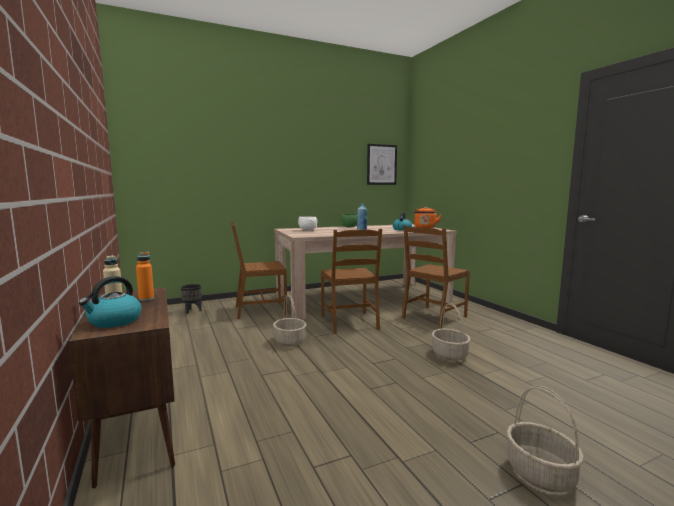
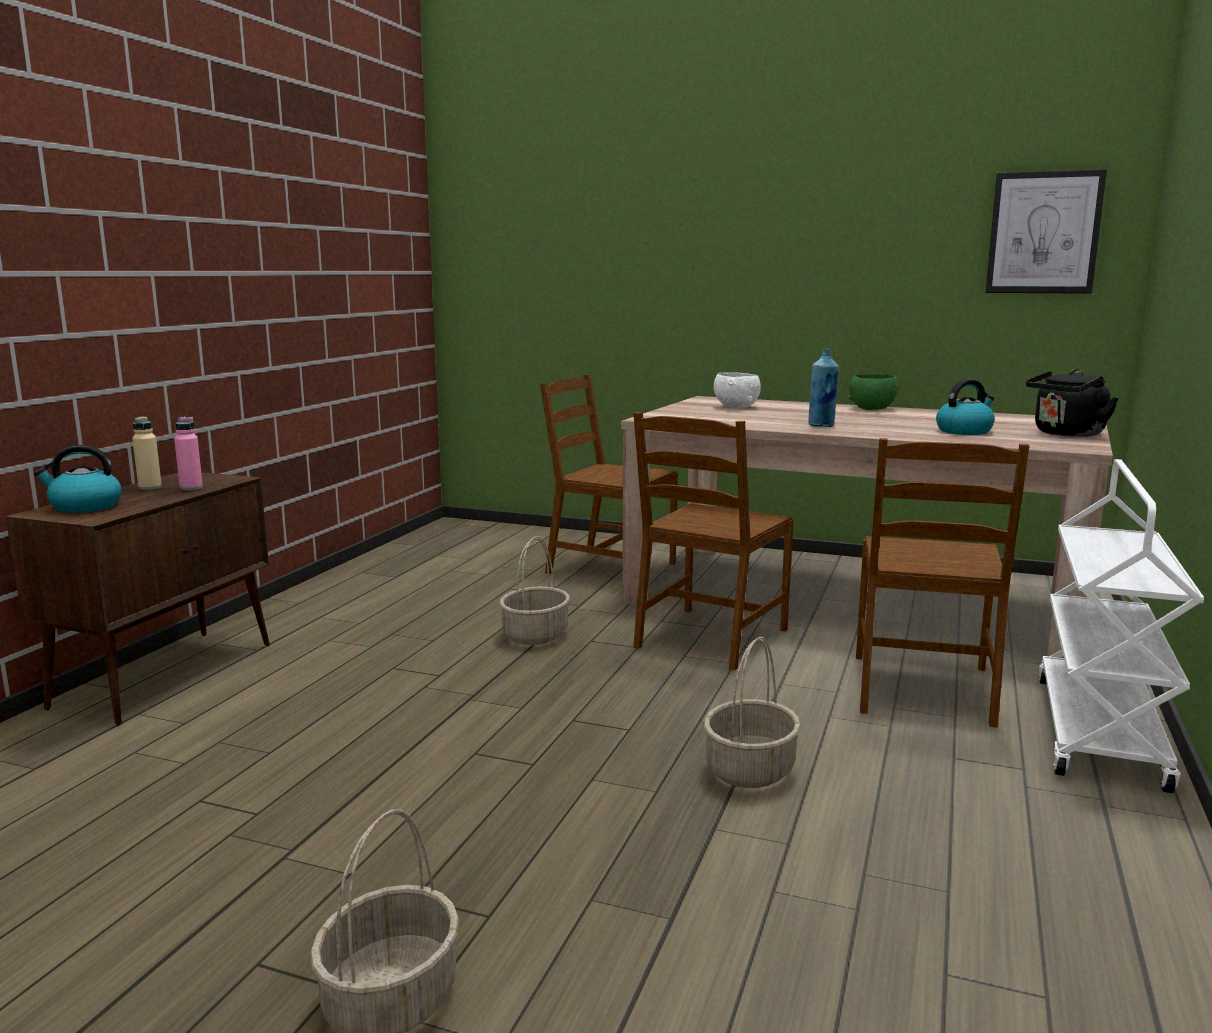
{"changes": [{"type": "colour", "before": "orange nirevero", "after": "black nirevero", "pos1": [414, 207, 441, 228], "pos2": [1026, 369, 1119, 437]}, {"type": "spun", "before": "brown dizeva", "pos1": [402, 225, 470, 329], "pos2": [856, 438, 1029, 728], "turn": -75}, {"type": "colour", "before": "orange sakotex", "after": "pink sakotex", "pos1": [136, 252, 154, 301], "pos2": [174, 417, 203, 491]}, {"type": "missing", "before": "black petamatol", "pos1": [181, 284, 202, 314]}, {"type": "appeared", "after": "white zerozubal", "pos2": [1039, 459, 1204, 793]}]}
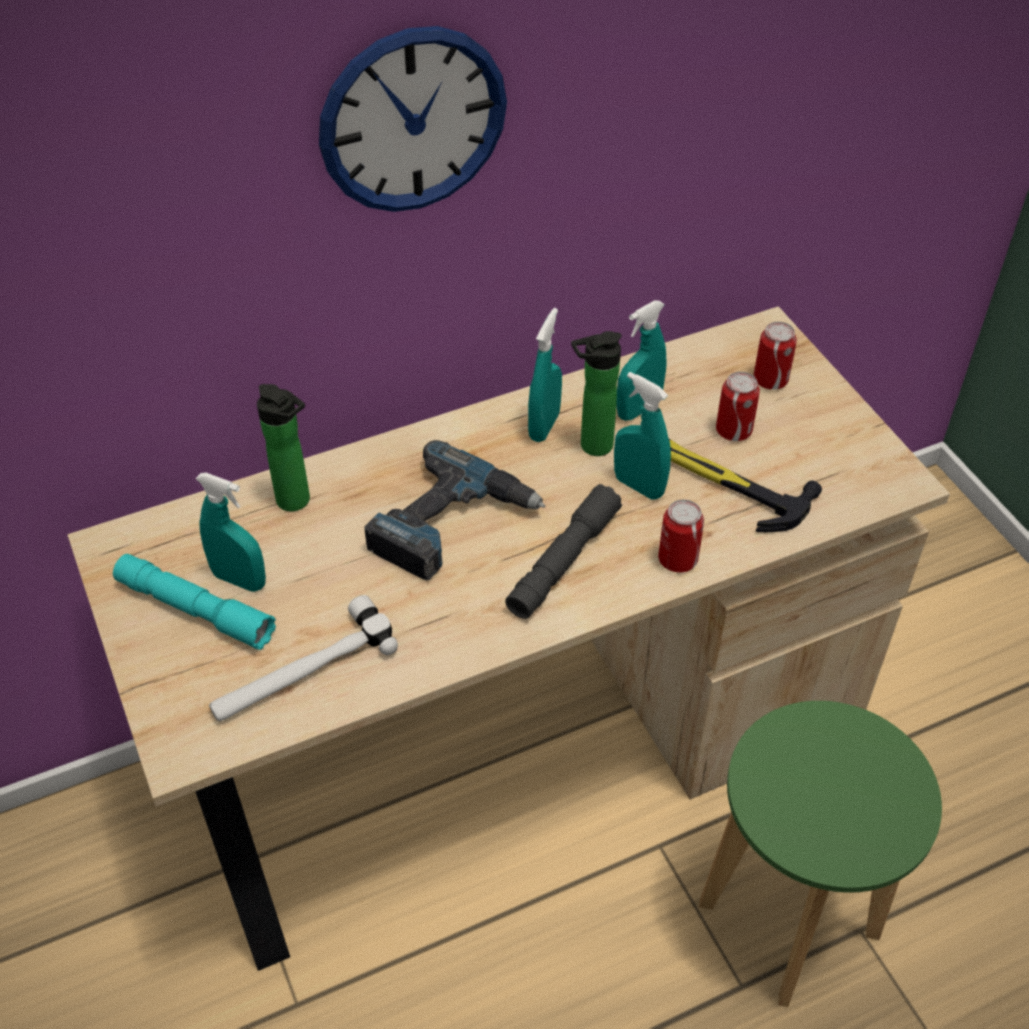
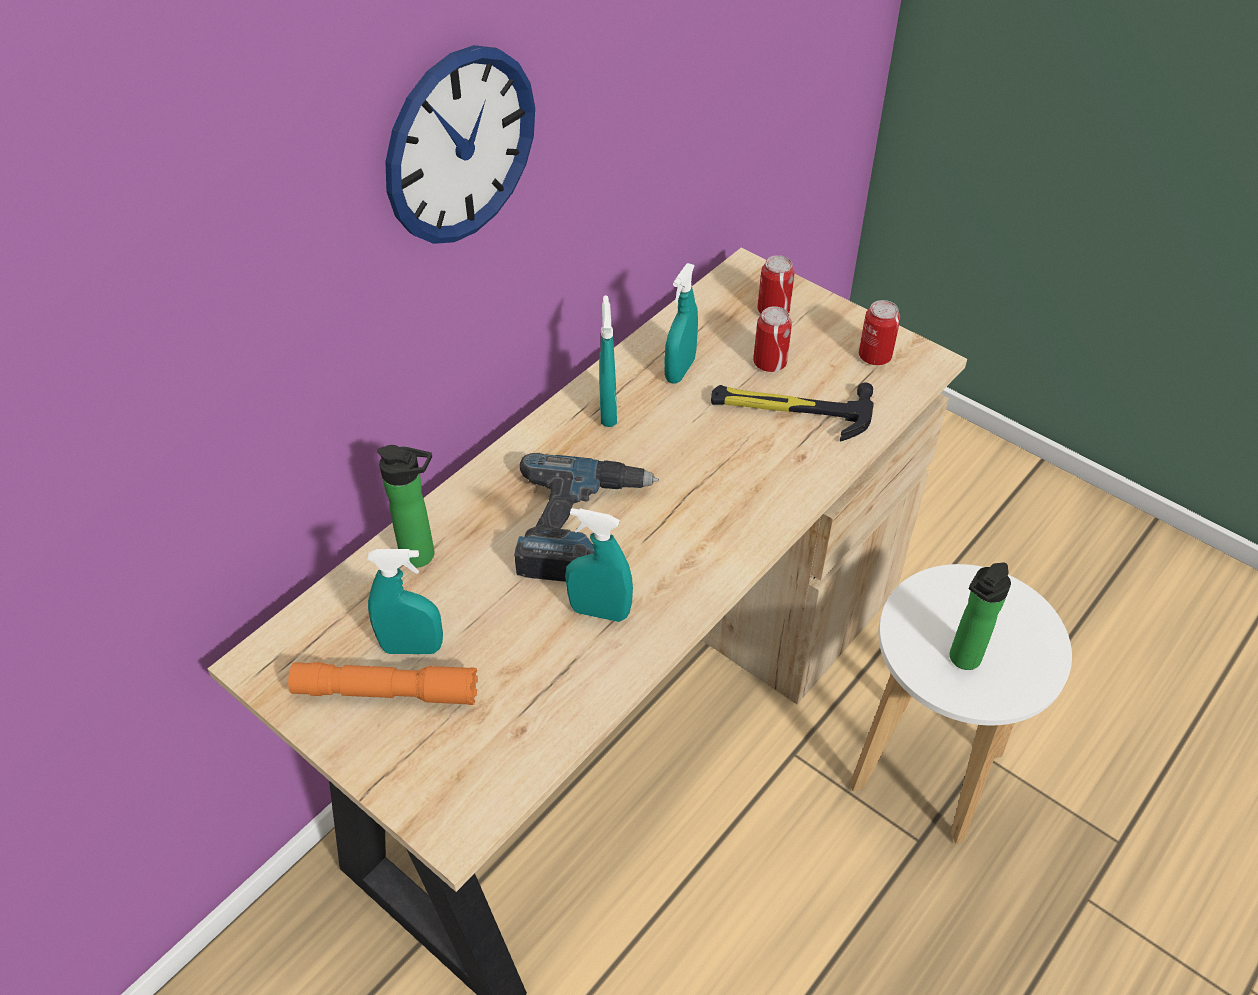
{"changes": [{"type": "relocated", "before": "sakotex", "pos1": [571, 331, 622, 456], "pos2": [950, 562, 1011, 670]}, {"type": "relocated", "before": "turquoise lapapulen", "pos1": [614, 372, 671, 499], "pos2": [565, 508, 633, 622]}, {"type": "missing", "before": "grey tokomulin", "pos1": [505, 484, 622, 619]}, {"type": "relocated", "before": "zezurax", "pos1": [658, 499, 704, 572], "pos2": [858, 300, 900, 365]}, {"type": "colour", "before": "turquoise tokomulin", "after": "orange tokomulin", "pos1": [113, 554, 276, 650], "pos2": [288, 662, 478, 705]}, {"type": "missing", "before": "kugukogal", "pos1": [209, 595, 398, 721]}, {"type": "colour", "before": "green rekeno", "after": "white rekeno", "pos1": [699, 701, 942, 1007], "pos2": [850, 564, 1072, 844]}]}
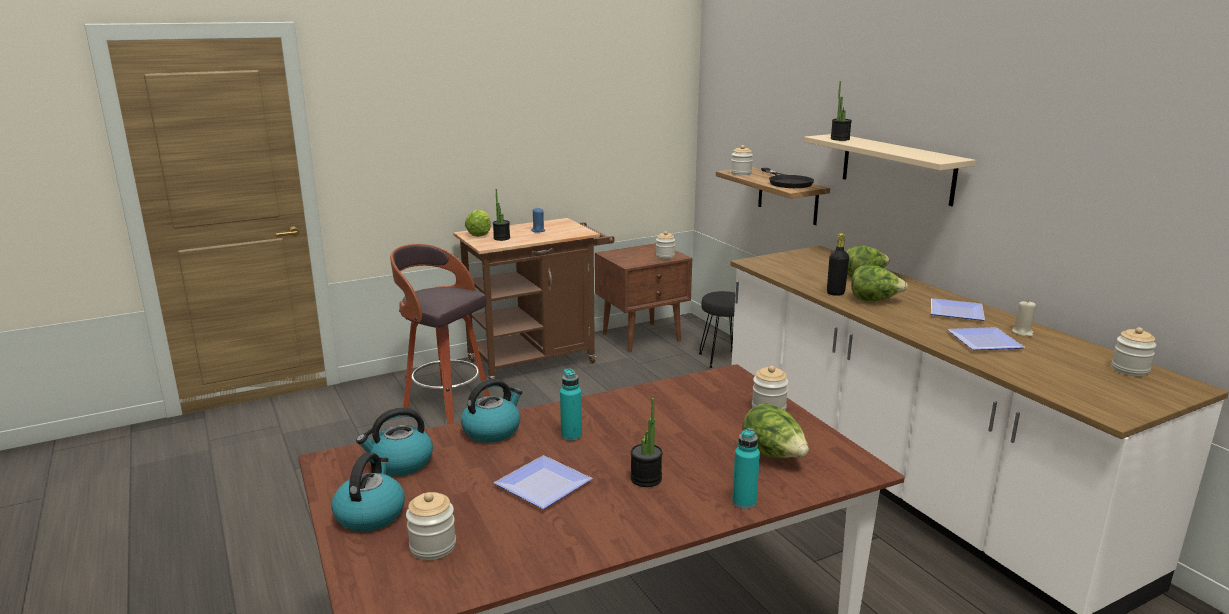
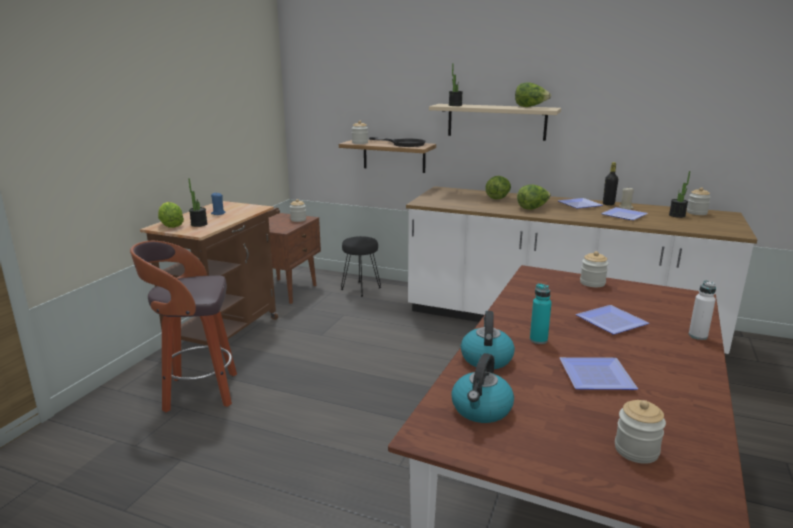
{"changes": [{"type": "relocated", "before": "black sakotex", "pos1": [827, 233, 849, 296], "pos2": [603, 162, 618, 206]}, {"type": "relocated", "before": "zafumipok", "pos1": [630, 398, 663, 487], "pos2": [669, 171, 690, 218]}, {"type": "relocated", "before": "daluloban", "pos1": [742, 403, 809, 459], "pos2": [515, 82, 551, 107]}, {"type": "colour", "before": "turquoise sakotex", "after": "white sakotex", "pos1": [732, 428, 760, 509], "pos2": [689, 281, 716, 340]}, {"type": "missing", "before": "nirevero", "pos1": [332, 452, 405, 531]}, {"type": "appeared", "after": "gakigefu", "pos2": [576, 305, 649, 334]}]}
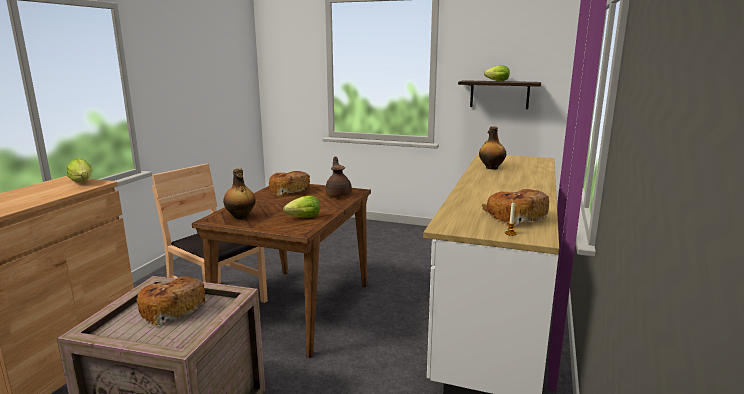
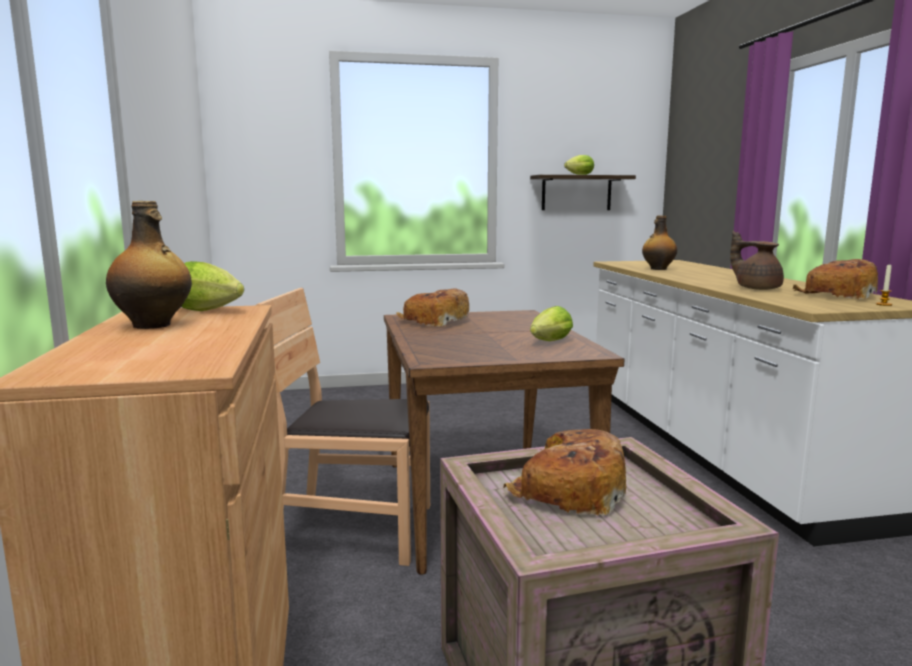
{"changes": [{"type": "relocated", "before": "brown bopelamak", "pos1": [326, 156, 352, 197], "pos2": [730, 231, 784, 290]}, {"type": "relocated", "before": "sakotex", "pos1": [223, 168, 256, 220], "pos2": [106, 201, 192, 329]}]}
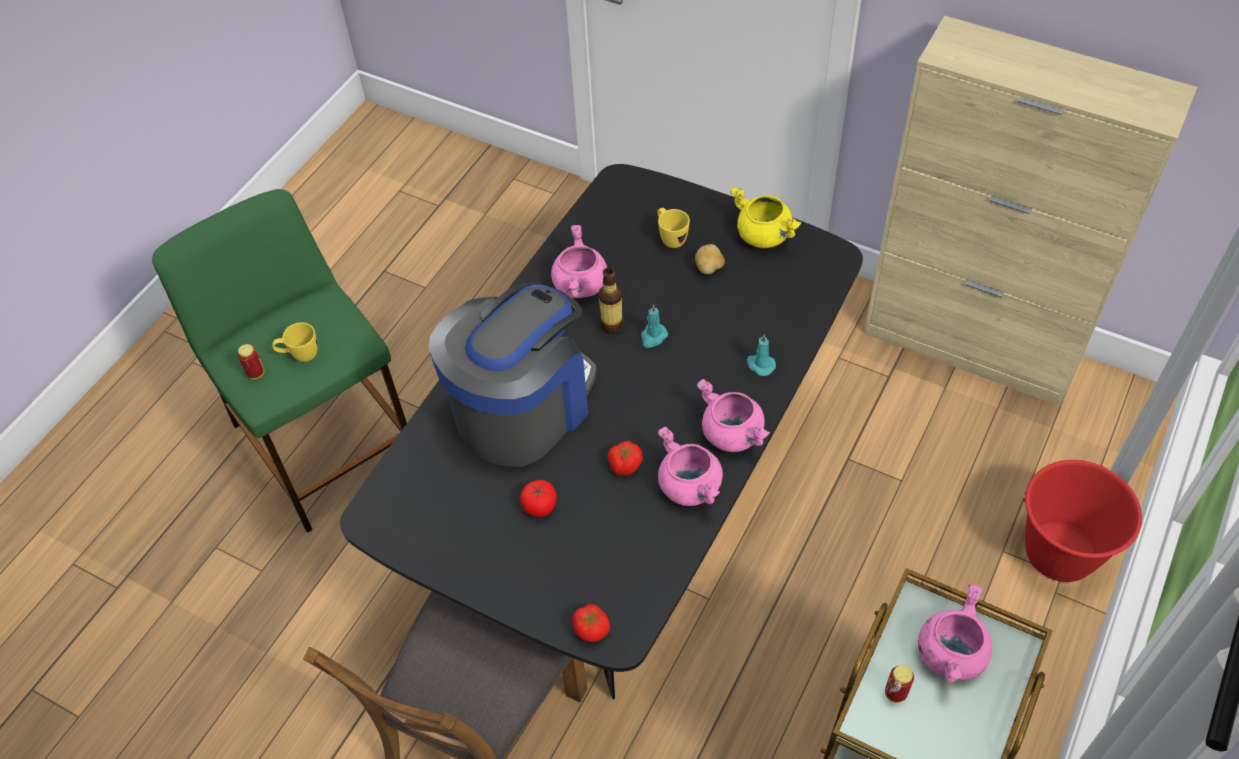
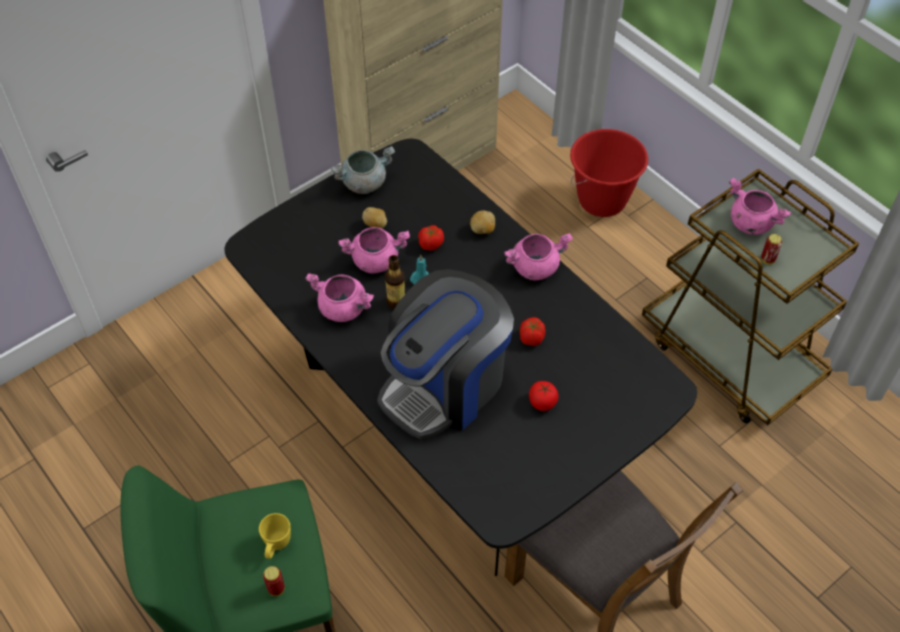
{"changes": [{"type": "colour", "before": "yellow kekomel", "after": "grey kekomel", "pos1": [730, 187, 801, 248], "pos2": [331, 146, 395, 194]}, {"type": "missing", "before": "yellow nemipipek", "pos1": [657, 208, 690, 248]}, {"type": "spun", "before": "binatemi", "pos1": [429, 282, 596, 467], "pos2": [377, 269, 514, 439], "turn": -105}, {"type": "exchanged", "before": "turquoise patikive", "after": "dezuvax", "pos1": [747, 334, 776, 376], "pos2": [470, 211, 495, 234]}, {"type": "relocated", "before": "pink kekomel", "pos1": [657, 427, 723, 506], "pos2": [338, 227, 410, 273]}, {"type": "relocated", "before": "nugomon", "pos1": [572, 604, 610, 642], "pos2": [418, 225, 444, 251]}]}
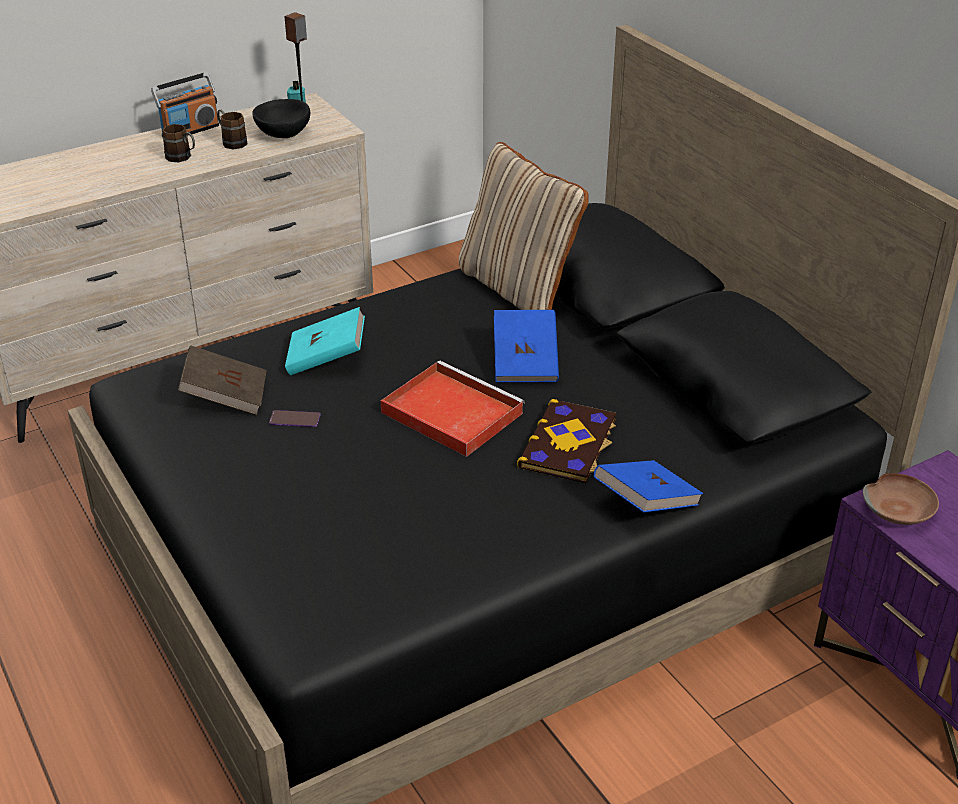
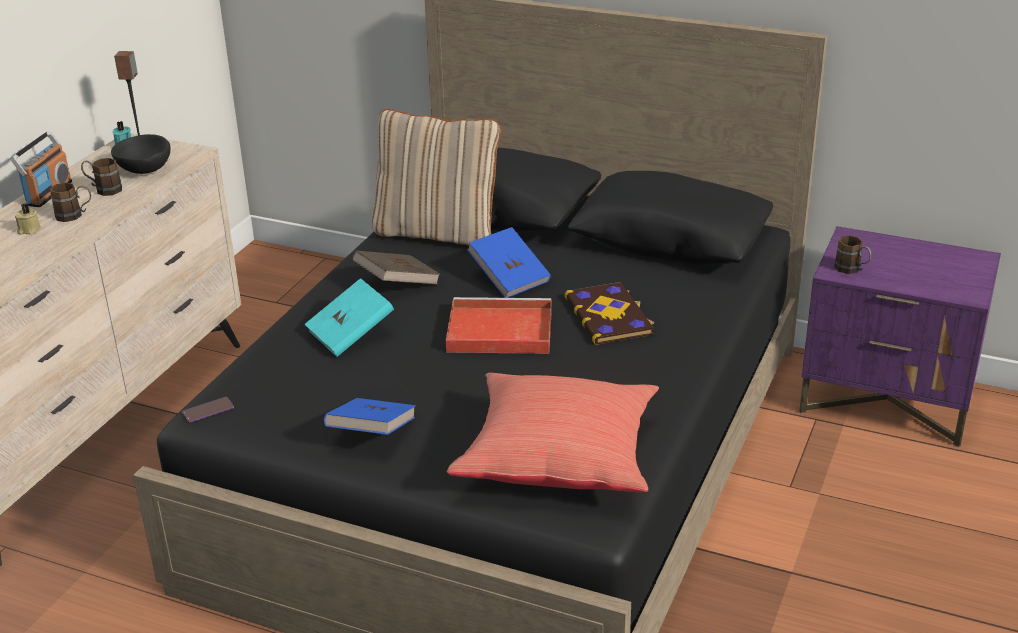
{"changes": [{"type": "relocated", "before": "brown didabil", "pos1": [178, 345, 267, 415], "pos2": [353, 250, 441, 284]}, {"type": "relocated", "before": "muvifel", "pos1": [269, 410, 321, 427], "pos2": [182, 397, 234, 423]}, {"type": "relocated", "before": "blue didabil", "pos1": [594, 460, 704, 512], "pos2": [324, 398, 416, 435]}, {"type": "exchanged", "before": "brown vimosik", "after": "brown nemipipek", "pos1": [863, 473, 939, 525], "pos2": [834, 236, 872, 274]}, {"type": "appeared", "after": "beige patikive", "pos2": [15, 203, 41, 235]}, {"type": "appeared", "after": "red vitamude", "pos2": [447, 373, 659, 492]}]}
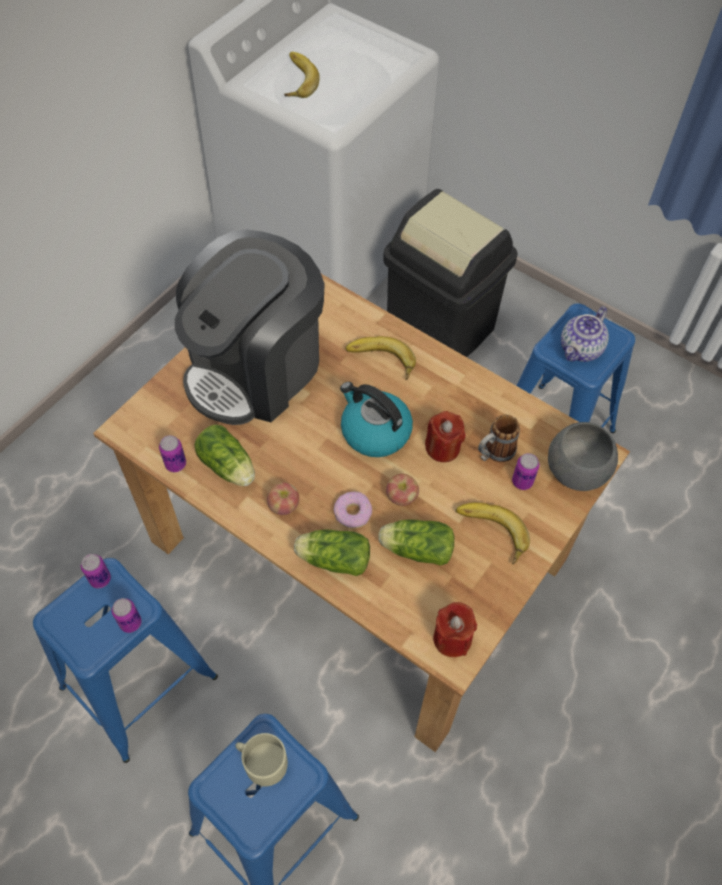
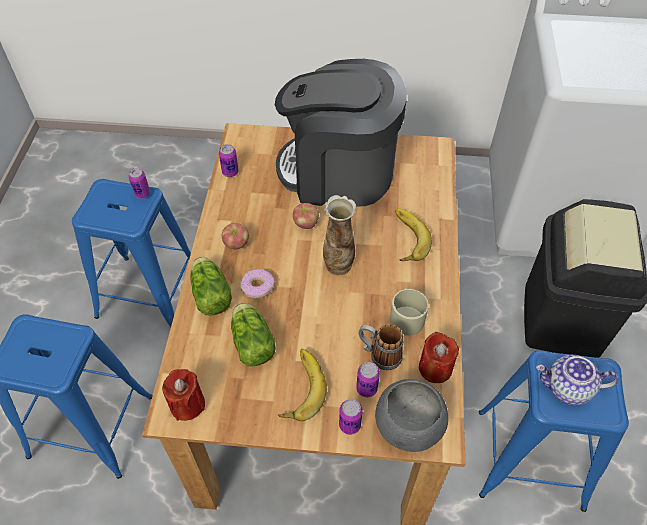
{"changes": [{"type": "missing", "before": "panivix", "pos1": [284, 52, 320, 98]}, {"type": "exchanged", "before": "nirevero", "after": "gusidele", "pos1": [340, 382, 413, 457], "pos2": [323, 195, 356, 276]}, {"type": "relocated", "before": "red patikive", "pos1": [425, 411, 466, 462], "pos2": [419, 332, 459, 383]}, {"type": "missing", "before": "daluloban", "pos1": [194, 425, 255, 486]}, {"type": "relocated", "before": "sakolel", "pos1": [386, 474, 419, 506], "pos2": [293, 203, 319, 229]}, {"type": "relocated", "before": "zezurax", "pos1": [112, 598, 142, 633], "pos2": [339, 399, 363, 435]}, {"type": "relocated", "before": "beige nemipipek", "pos1": [235, 733, 288, 786], "pos2": [390, 288, 429, 336]}]}
